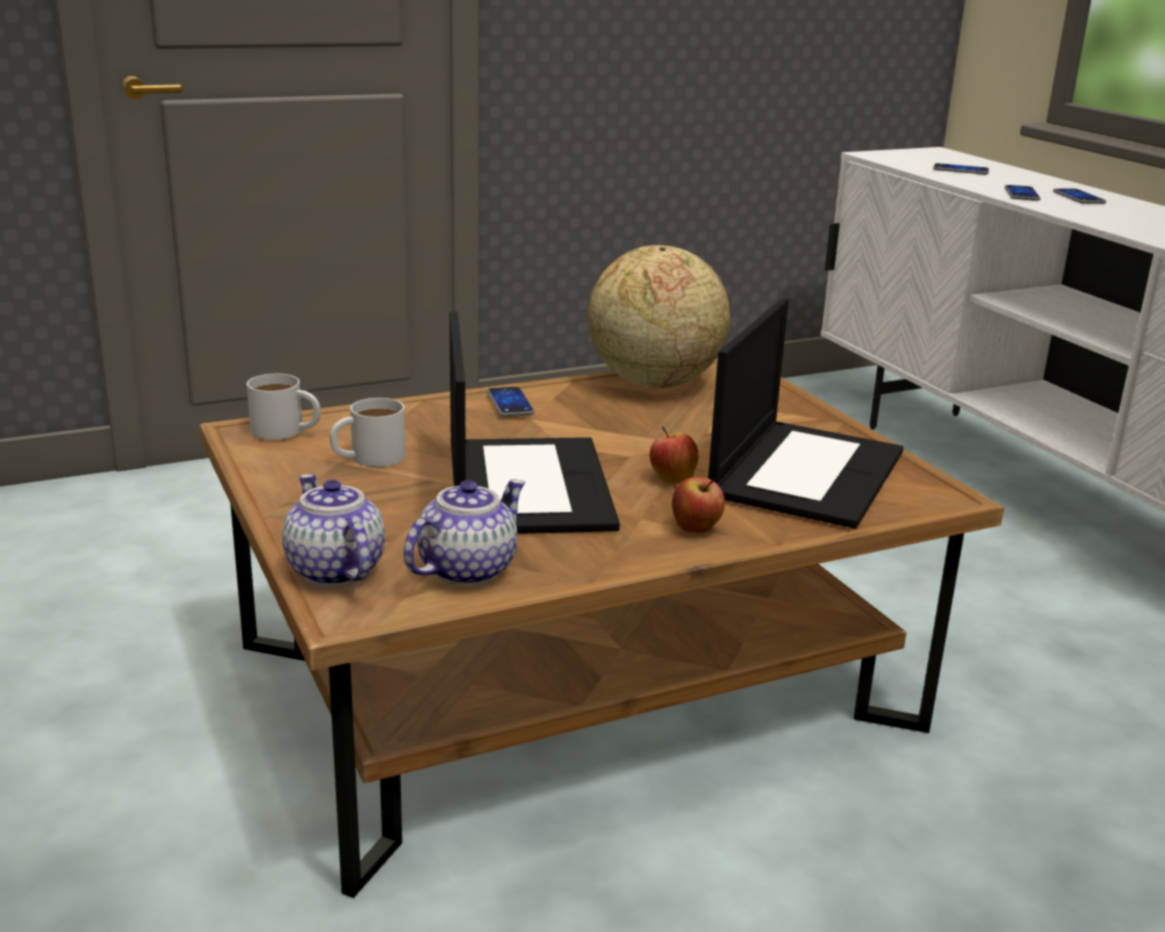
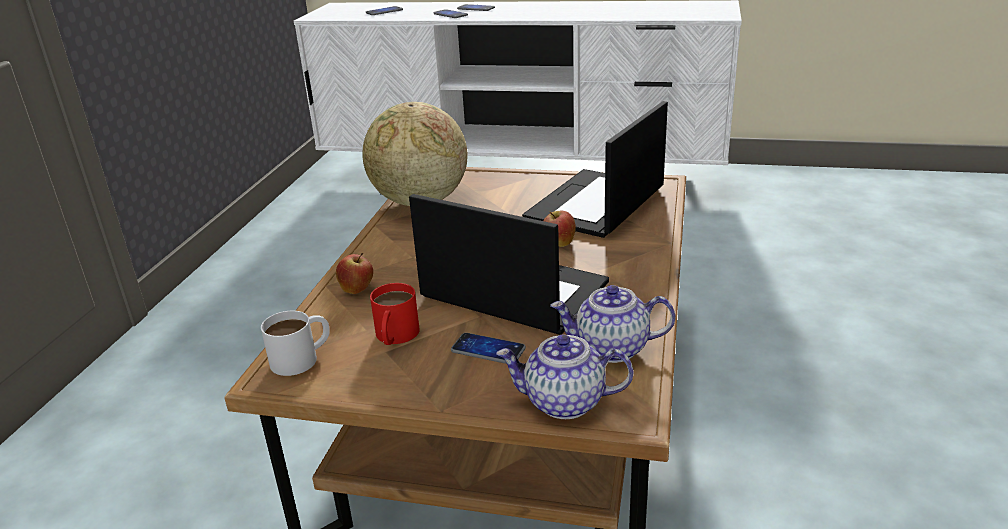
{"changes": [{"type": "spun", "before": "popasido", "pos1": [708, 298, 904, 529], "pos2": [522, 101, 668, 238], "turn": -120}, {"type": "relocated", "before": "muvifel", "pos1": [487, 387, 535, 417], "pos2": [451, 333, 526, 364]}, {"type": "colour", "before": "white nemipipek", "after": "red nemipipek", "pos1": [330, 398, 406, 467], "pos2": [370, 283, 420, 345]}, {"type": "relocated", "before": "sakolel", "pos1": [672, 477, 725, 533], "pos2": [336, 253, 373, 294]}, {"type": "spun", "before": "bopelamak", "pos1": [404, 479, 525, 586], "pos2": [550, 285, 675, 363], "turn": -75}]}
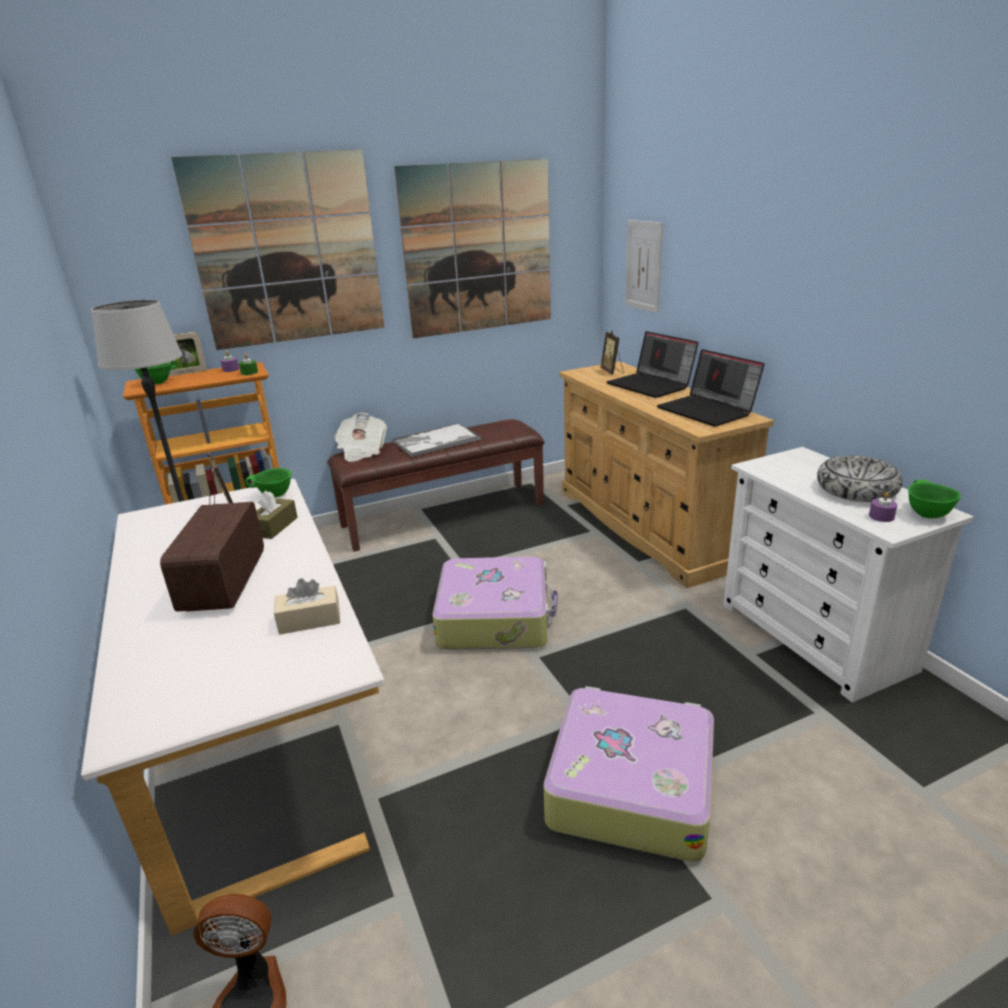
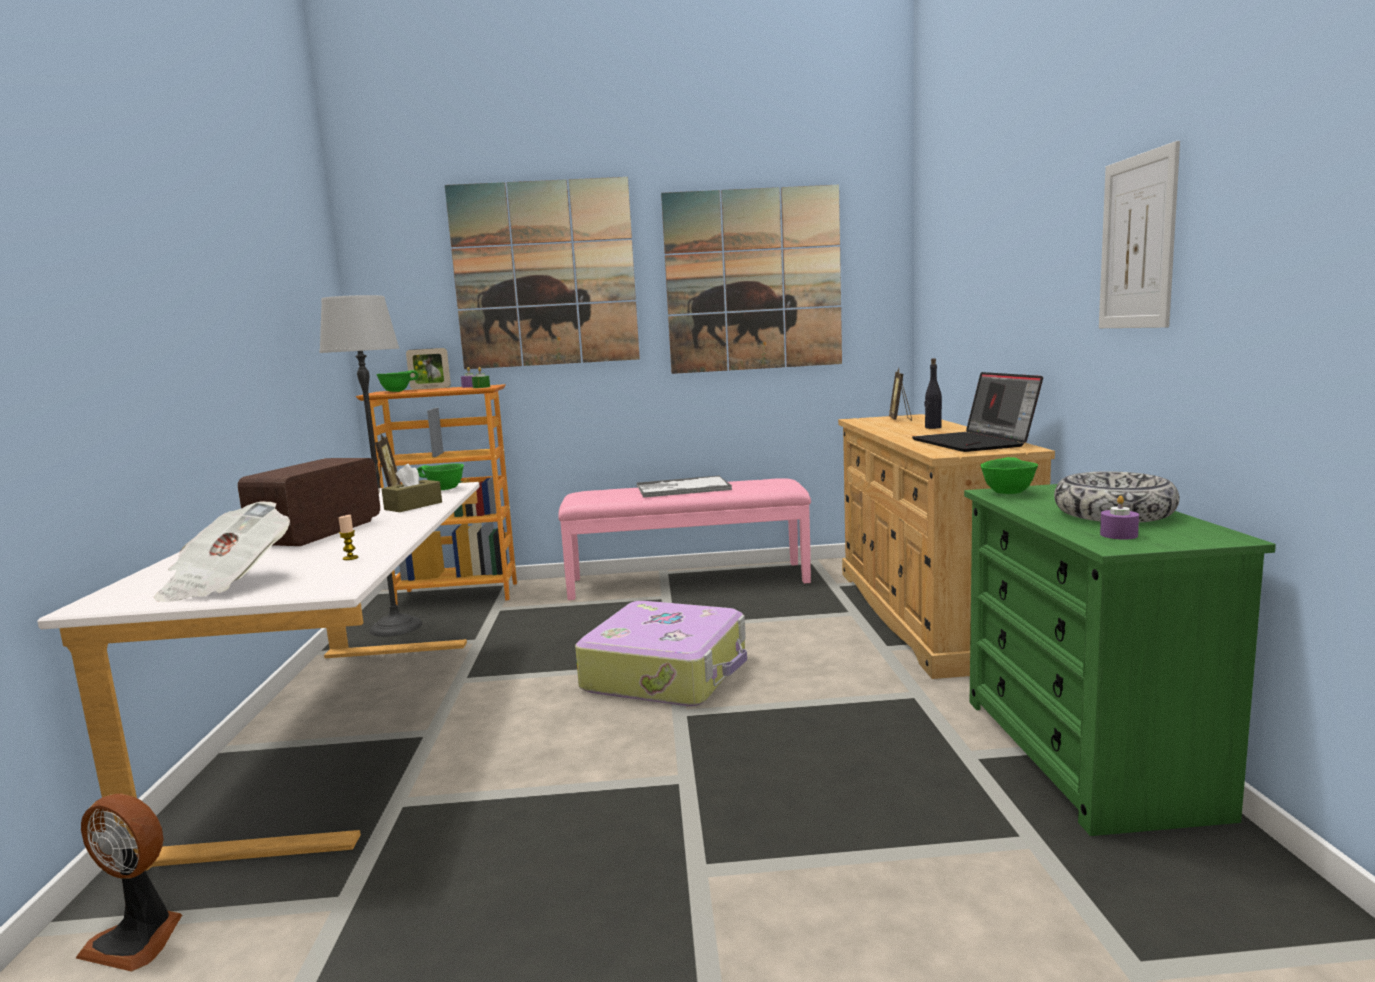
{"changes": [{"type": "relocated", "before": "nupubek", "pos1": [625, 220, 663, 313], "pos2": [1099, 141, 1180, 328]}, {"type": "exchanged", "before": "popasido", "after": "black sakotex", "pos1": [607, 331, 699, 398], "pos2": [924, 358, 942, 429]}, {"type": "relocated", "before": "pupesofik", "pos1": [334, 413, 387, 462], "pos2": [154, 501, 290, 602]}, {"type": "colour", "before": "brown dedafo", "after": "pink dedafo", "pos1": [328, 419, 544, 552], "pos2": [558, 478, 811, 600]}, {"type": "colour", "before": "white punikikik", "after": "green punikikik", "pos1": [723, 447, 974, 703], "pos2": [964, 484, 1276, 836]}, {"type": "relocated", "before": "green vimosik", "pos1": [908, 480, 961, 518], "pos2": [980, 457, 1038, 494]}, {"type": "exchanged", "before": "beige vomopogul", "after": "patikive", "pos1": [274, 578, 340, 635], "pos2": [339, 515, 358, 560]}, {"type": "missing", "before": "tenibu", "pos1": [544, 686, 714, 862]}]}
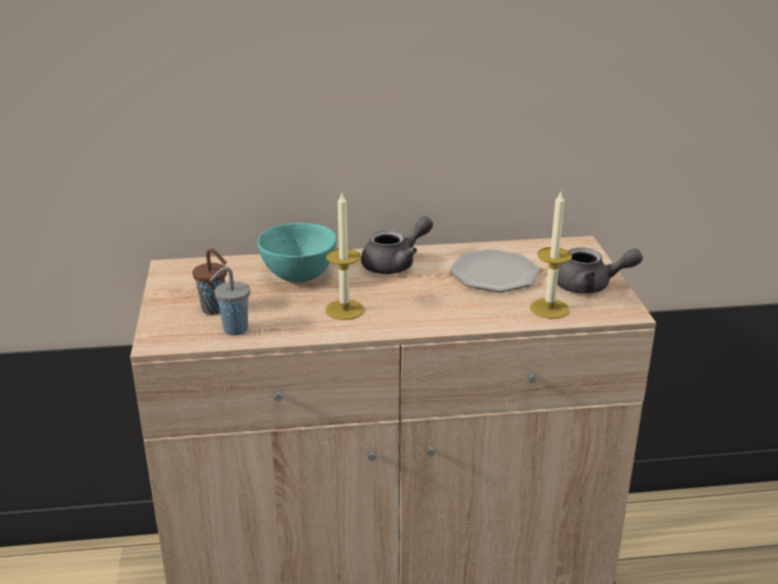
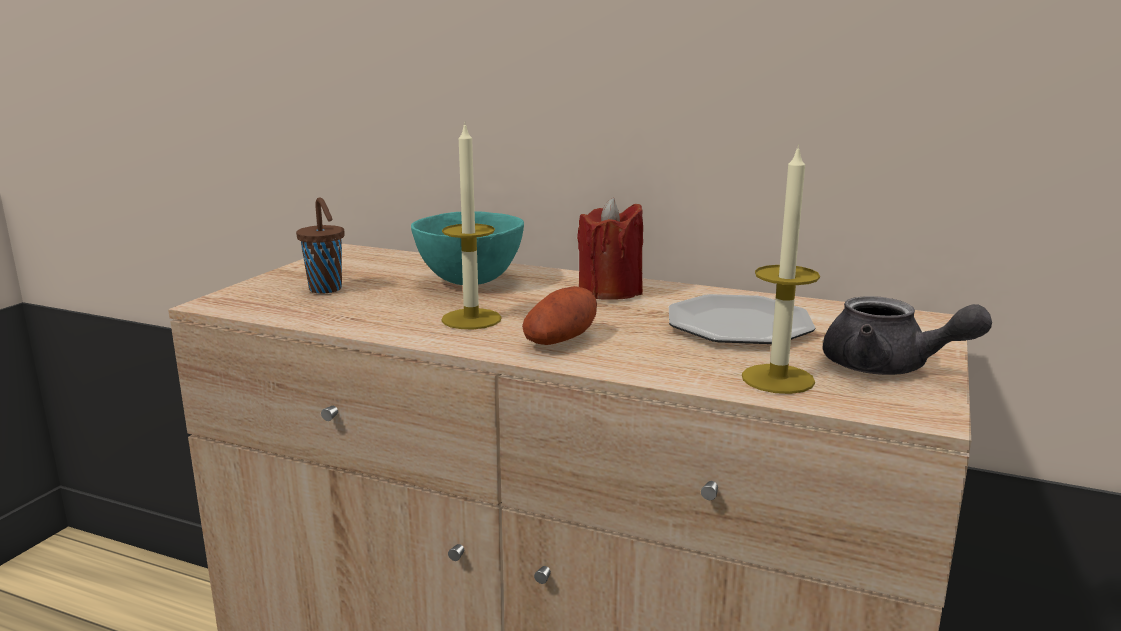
{"changes": [{"type": "exchanged", "before": "grey bopelamak", "after": "red patikive", "pos1": [361, 216, 433, 274], "pos2": [577, 197, 643, 300]}, {"type": "missing", "before": "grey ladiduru", "pos1": [209, 267, 250, 336]}, {"type": "appeared", "after": "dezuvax", "pos2": [522, 286, 597, 345]}]}
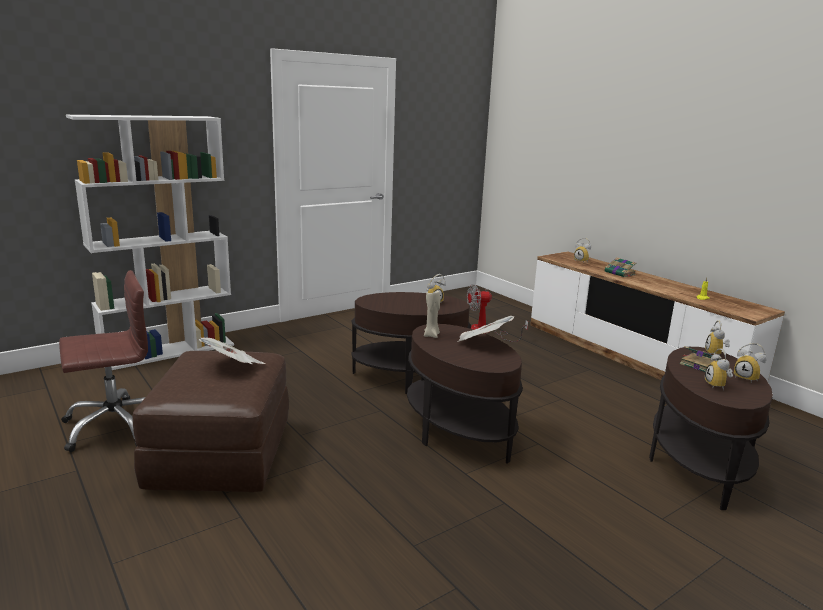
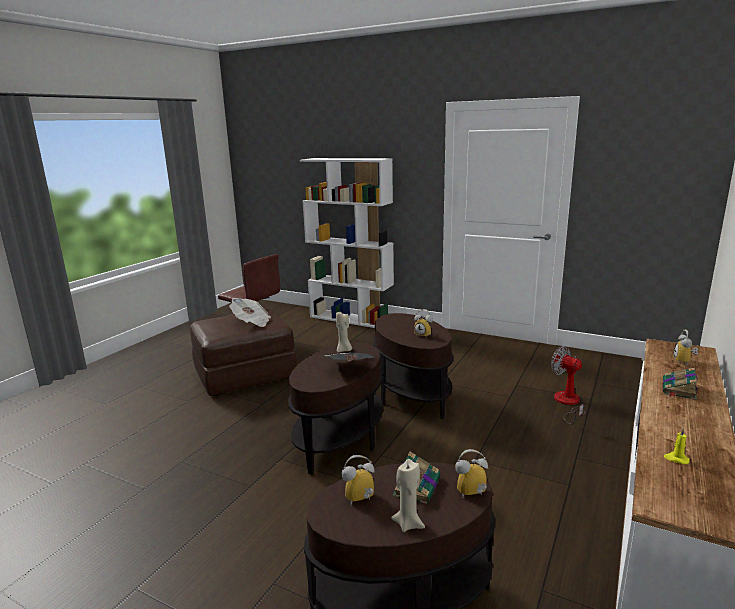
{"changes": [{"type": "exchanged", "before": "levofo", "after": "beige patikive", "pos1": [734, 343, 767, 382], "pos2": [391, 459, 425, 532]}]}
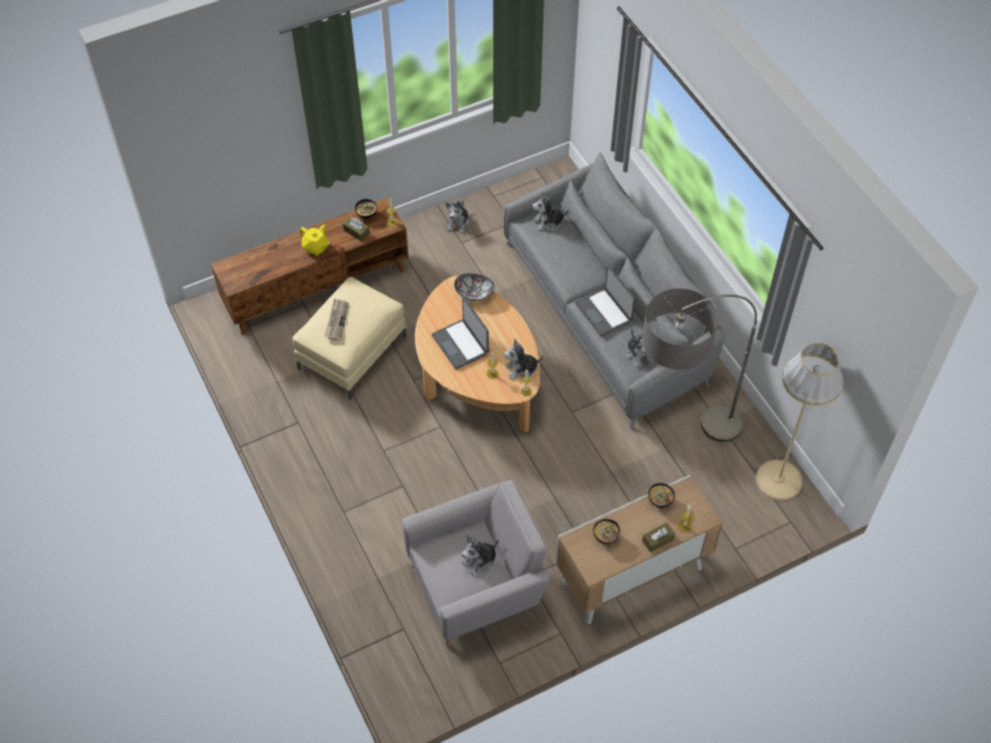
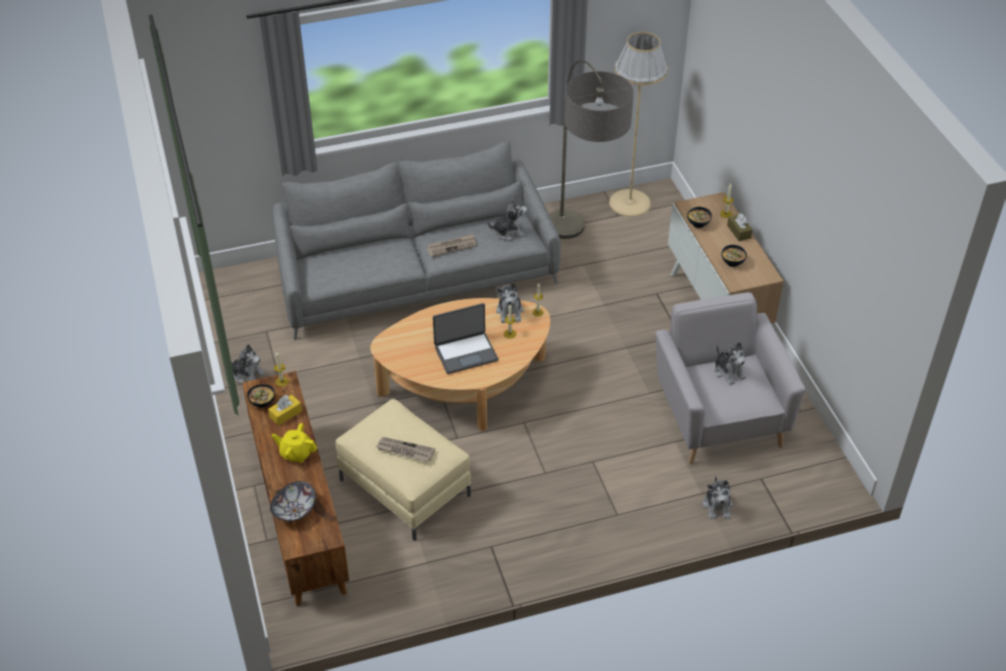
{"changes": [{"type": "relocated", "before": "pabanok", "pos1": [532, 192, 569, 232], "pos2": [703, 477, 732, 519]}, {"type": "colour", "before": "brown vomopogul", "after": "yellow vomopogul", "pos1": [343, 216, 370, 242], "pos2": [268, 395, 302, 426]}, {"type": "spun", "before": "yellow bopelamak", "pos1": [300, 225, 330, 256], "pos2": [272, 423, 317, 463], "turn": -120}, {"type": "exchanged", "before": "popasido", "after": "pupesofik", "pos1": [575, 265, 636, 337], "pos2": [427, 234, 476, 257]}, {"type": "relocated", "before": "vimosik", "pos1": [454, 273, 494, 301], "pos2": [270, 481, 316, 522]}]}
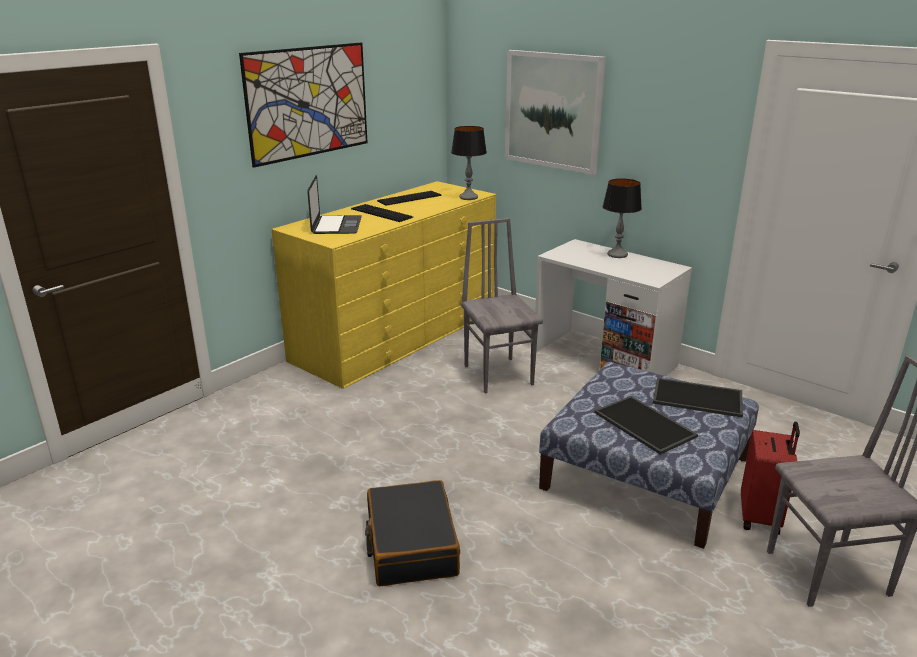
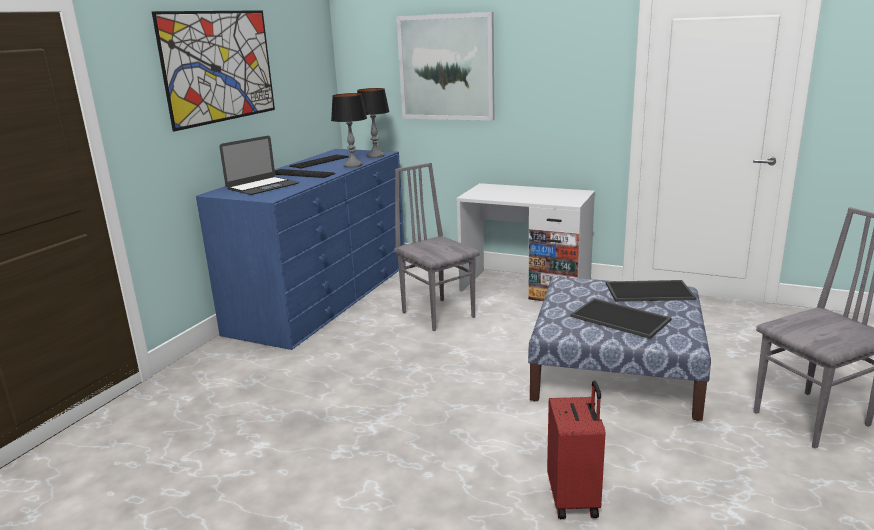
{"changes": [{"type": "spun", "before": "popasido", "pos1": [307, 175, 362, 234], "pos2": [219, 136, 299, 195], "turn": 60}, {"type": "relocated", "before": "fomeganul", "pos1": [602, 179, 642, 258], "pos2": [331, 93, 367, 168]}, {"type": "colour", "before": "yellow punikikik", "after": "blue punikikik", "pos1": [272, 181, 496, 389], "pos2": [196, 149, 406, 350]}, {"type": "relocated", "before": "red tenibu", "pos1": [741, 422, 800, 535], "pos2": [547, 380, 605, 519]}, {"type": "missing", "before": "black tenibu", "pos1": [365, 480, 460, 586]}]}
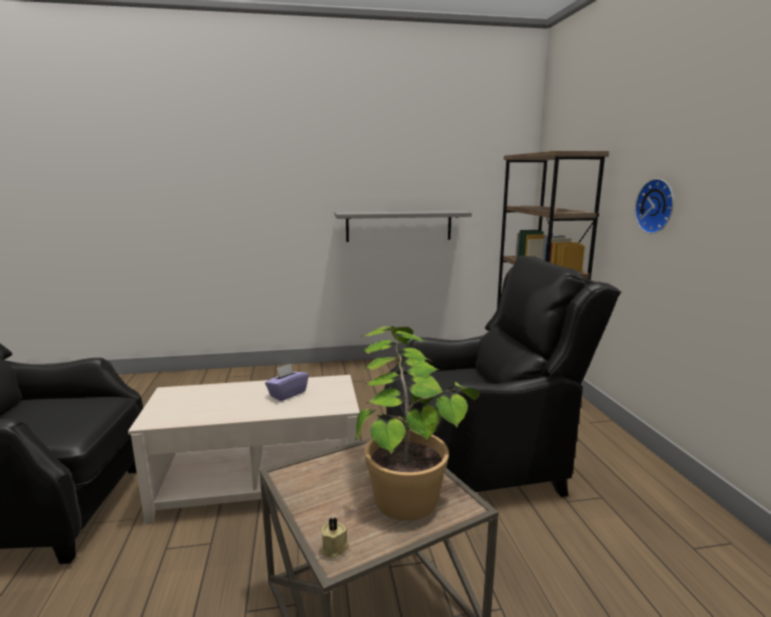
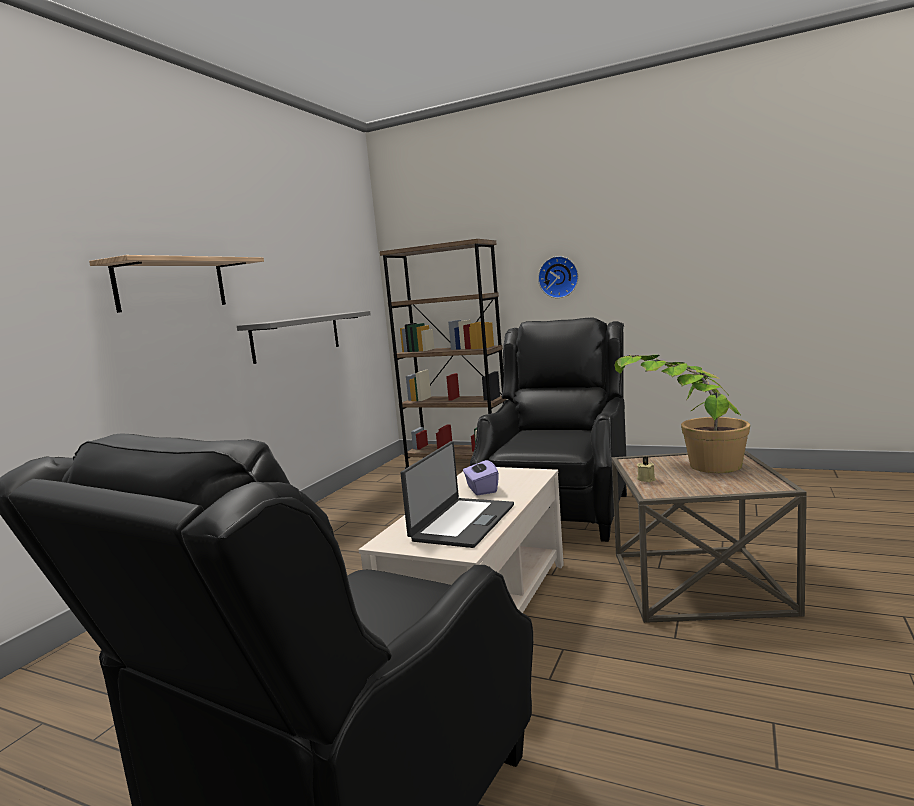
{"changes": [{"type": "relocated", "before": "beige patikive", "pos1": [321, 518, 349, 558], "pos2": [637, 456, 656, 482]}, {"type": "appeared", "after": "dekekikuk", "pos2": [89, 255, 264, 313]}, {"type": "appeared", "after": "popasido", "pos2": [400, 441, 514, 548]}]}
